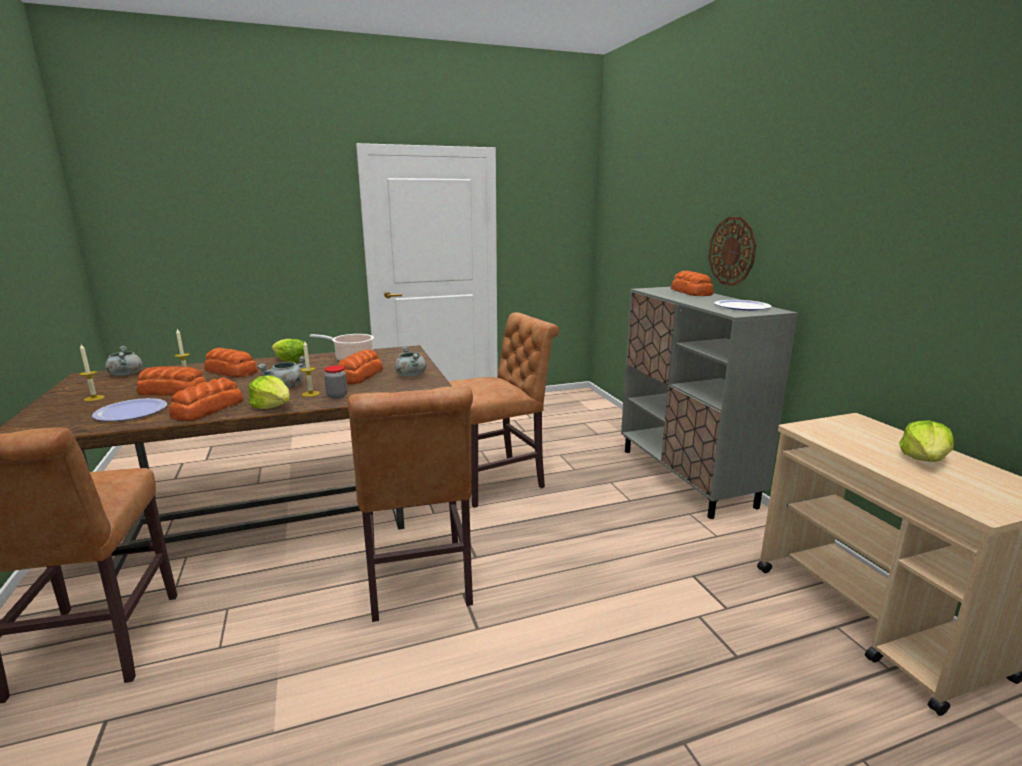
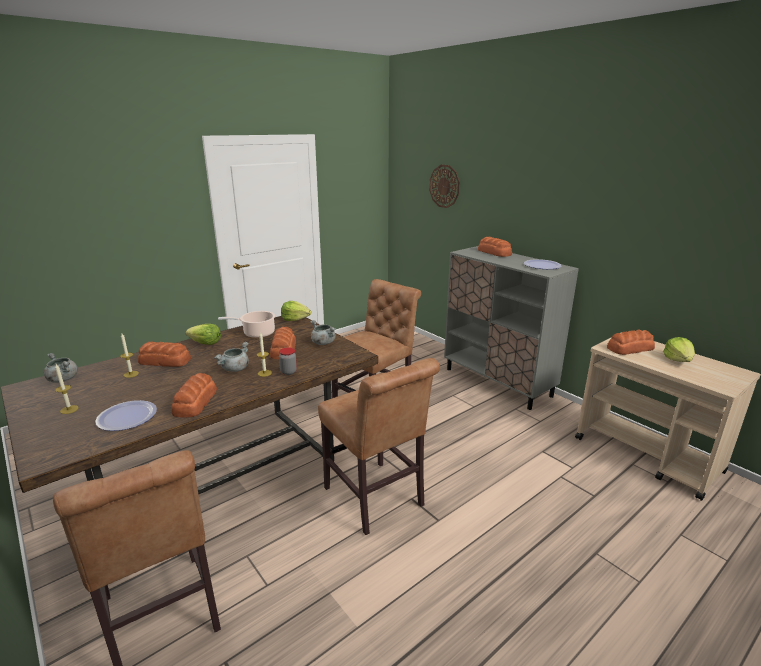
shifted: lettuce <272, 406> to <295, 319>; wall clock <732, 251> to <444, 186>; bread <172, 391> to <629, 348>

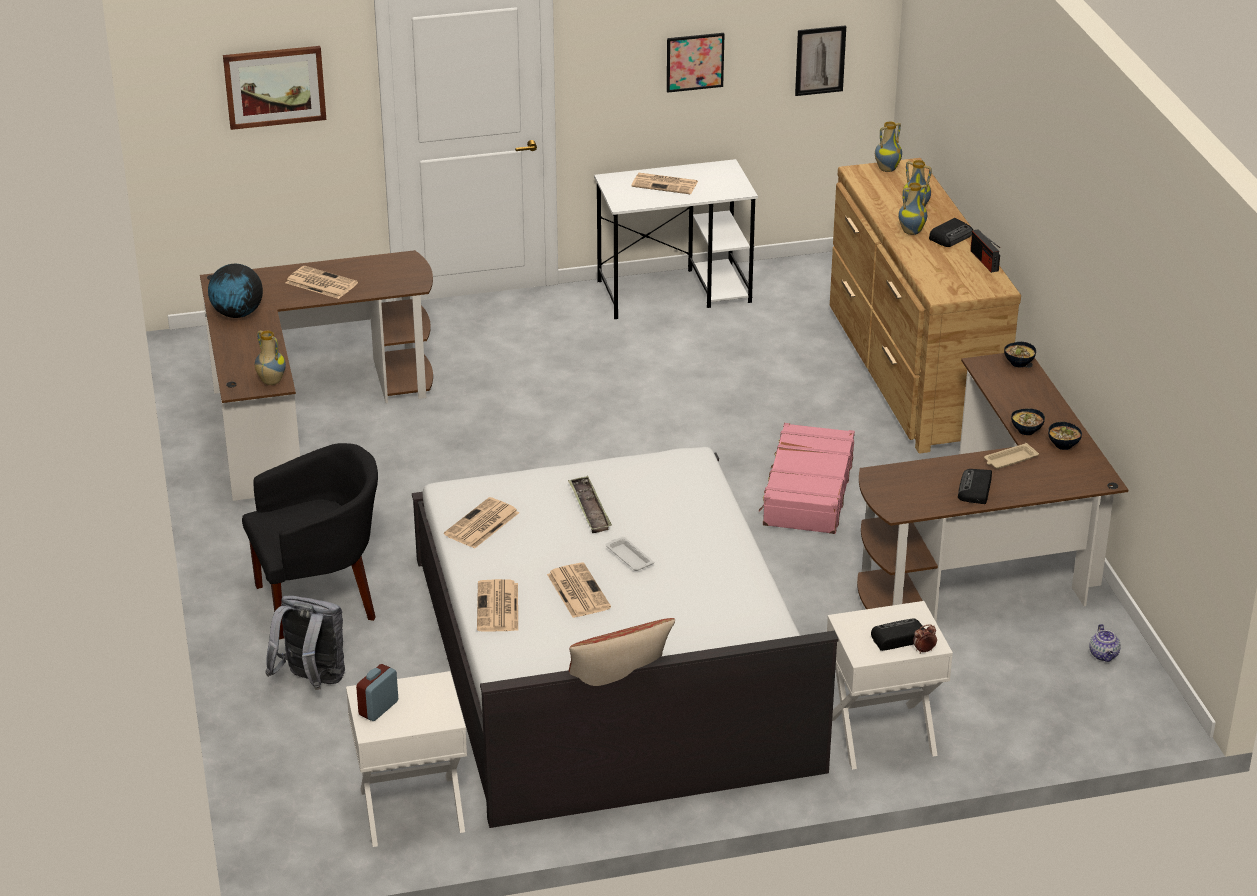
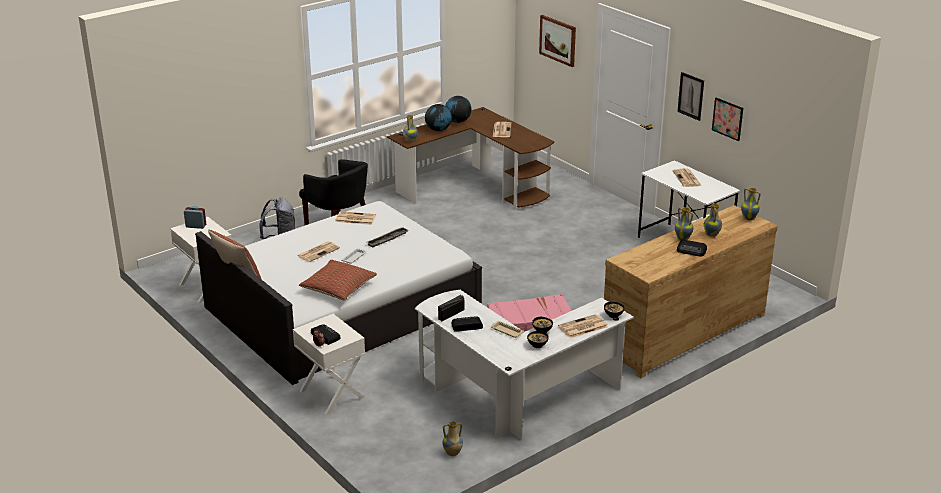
new: pillow <338, 288>; globe <438, 130>
shifted: radio <984, 261> to <451, 314>; newspaper <498, 608> to <582, 327>; picture <820, 60> to <691, 96>
swapped: teapot <1104, 655> to vase <452, 453>
repainted: brown desk <991, 561> to white desk <514, 397>

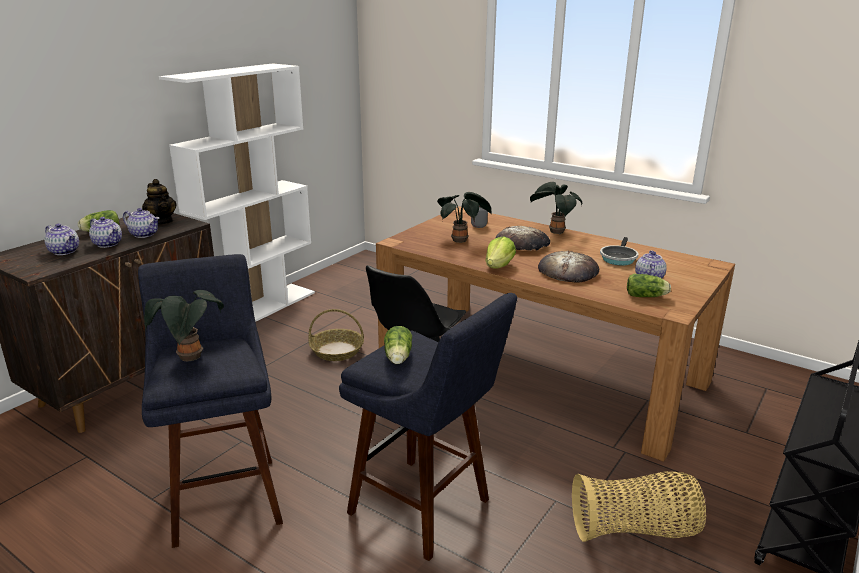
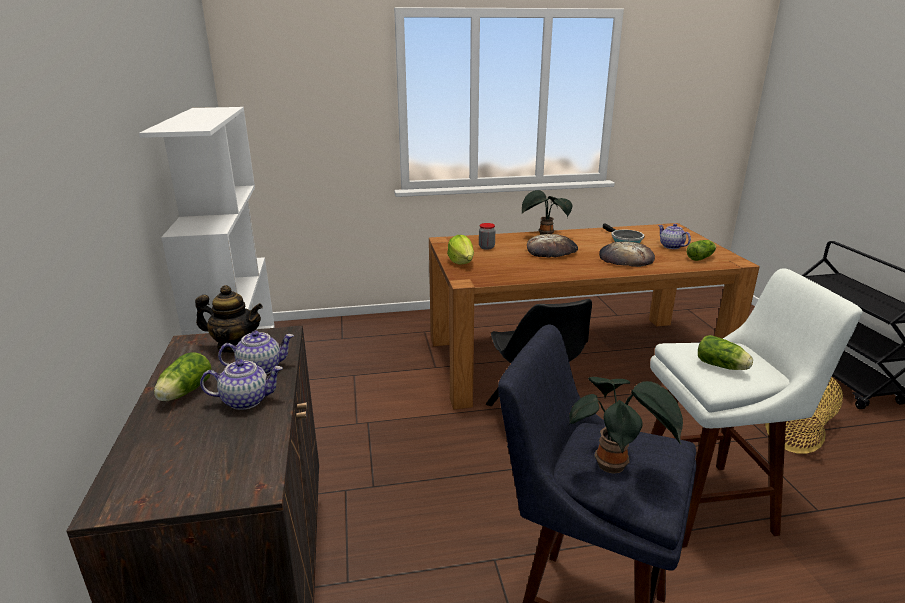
gone: teapot <65, 251>; basket <337, 351>; potted plant <461, 240>
shifted: lettuce <499, 266> to <461, 262>
repainted: blue stool <426, 510> to white stool <711, 502>

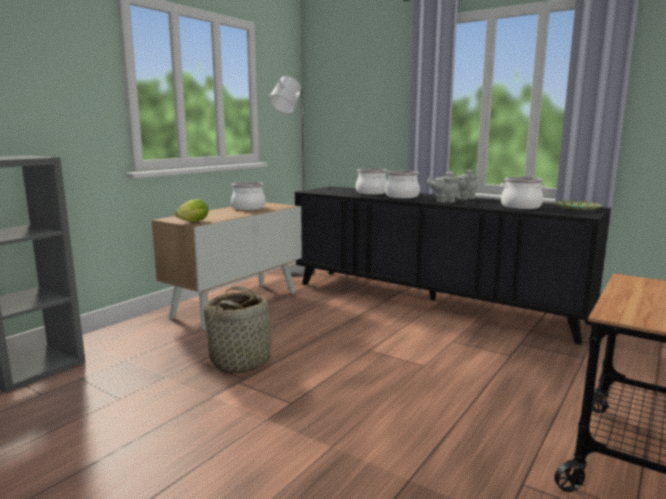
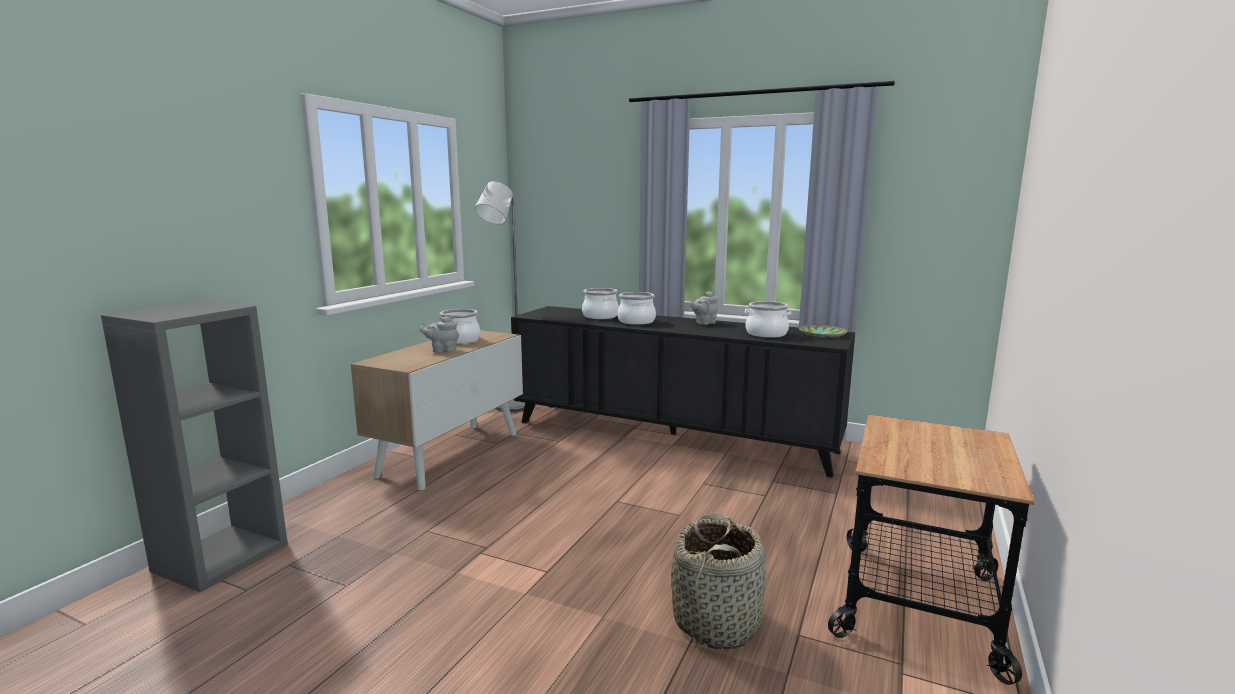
gone: lettuce <191, 222>
shifted: grey teapot <443, 201> to <442, 350>; basket <241, 361> to <717, 621>

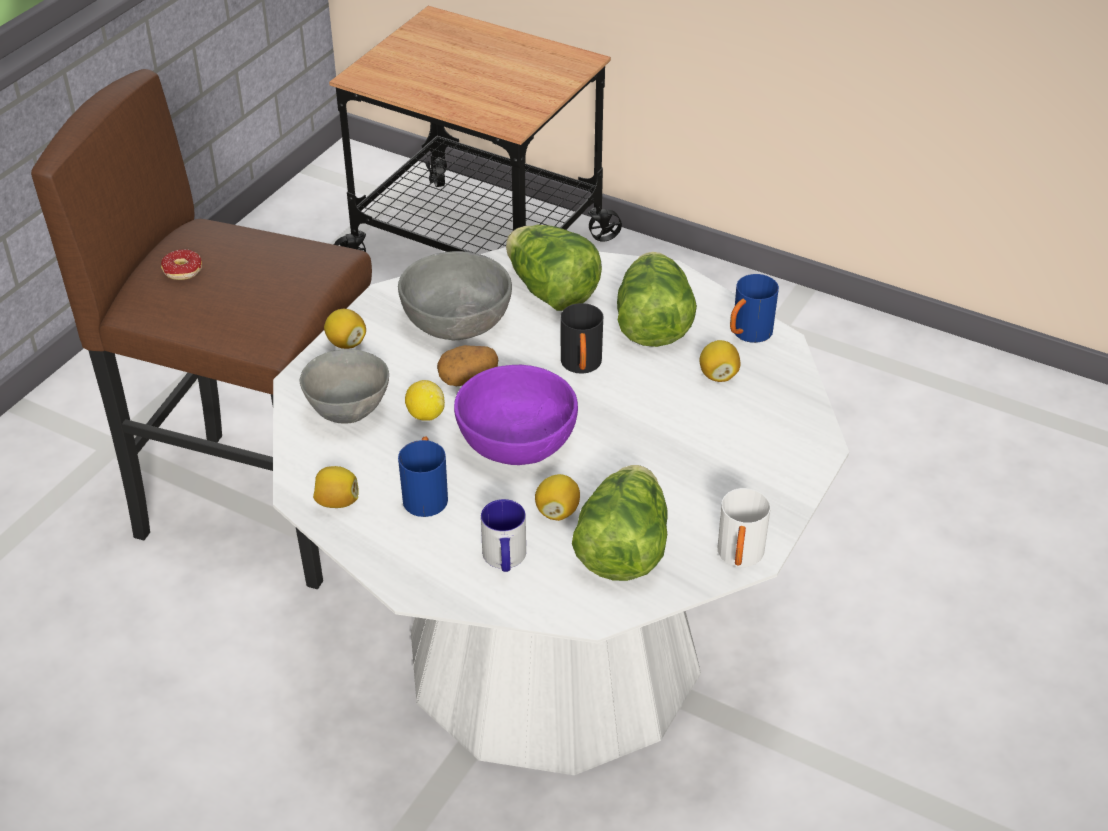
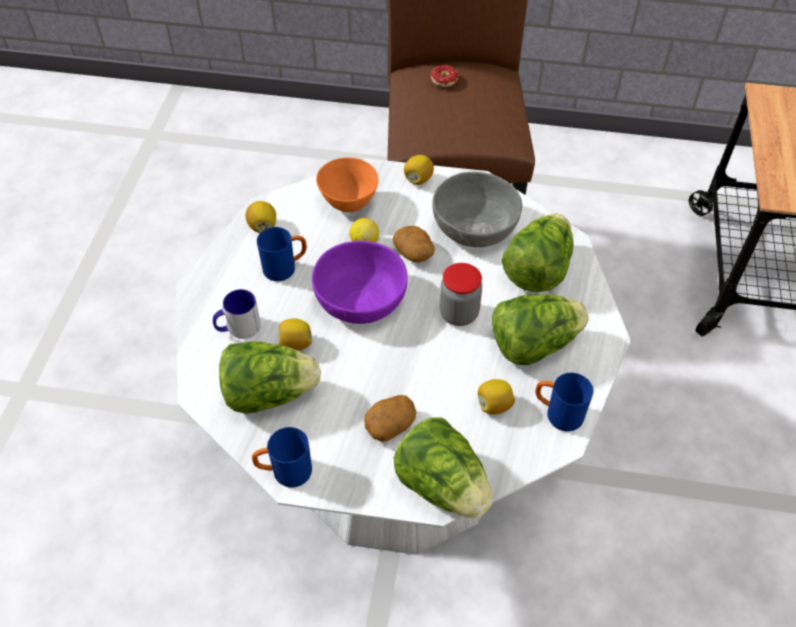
new: potato <390, 424>; lettuce <443, 485>
swapped: black mug <581, 367> to jar <459, 314>
repainted: white mug <739, 558> to blue mug <284, 472>; grey bowl <349, 412> to orange bowl <349, 204>

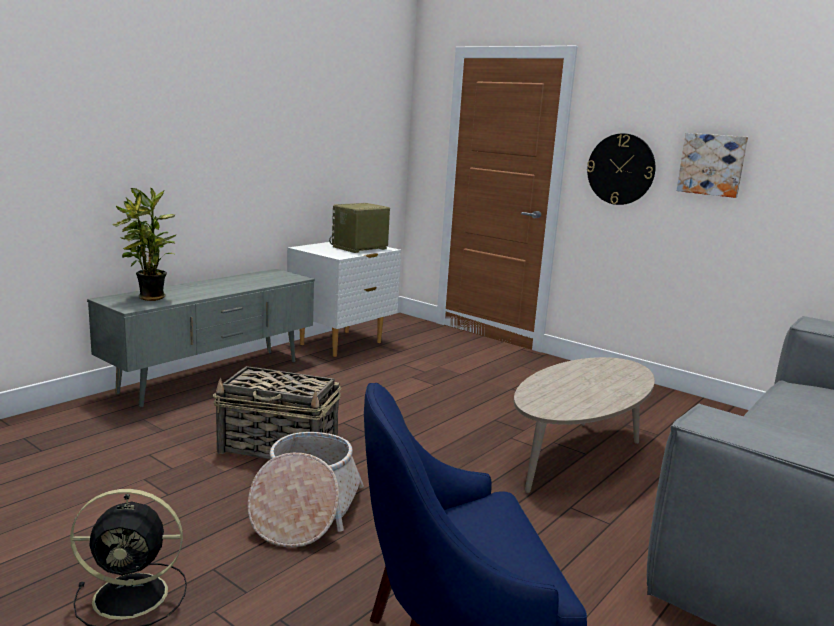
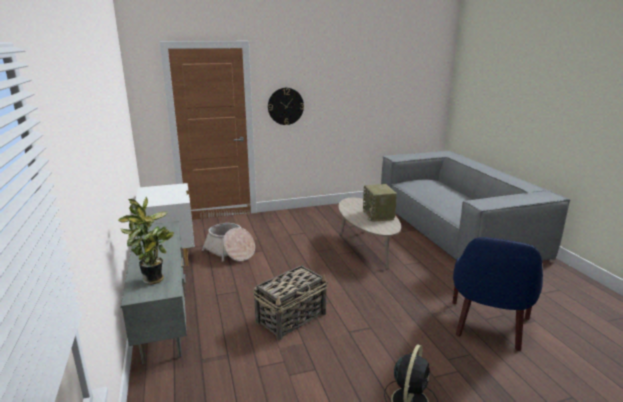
gone: picture <712, 164>
shifted: basket <304, 511> to <230, 252>; radio <359, 248> to <379, 215>

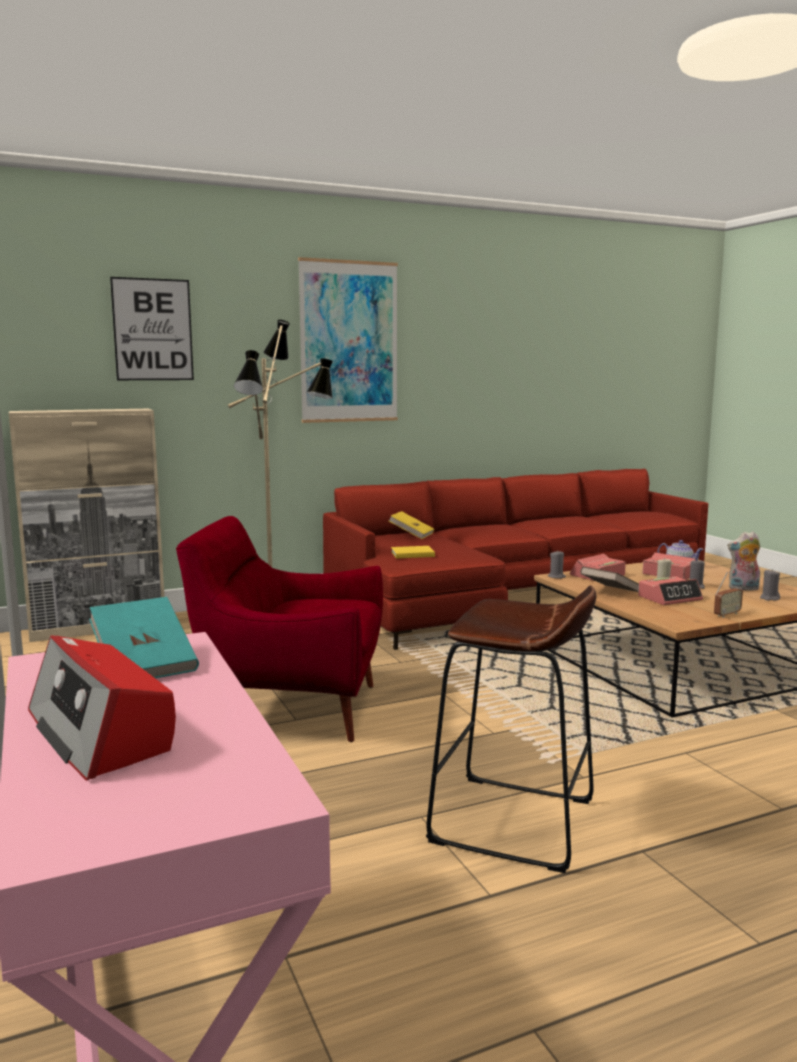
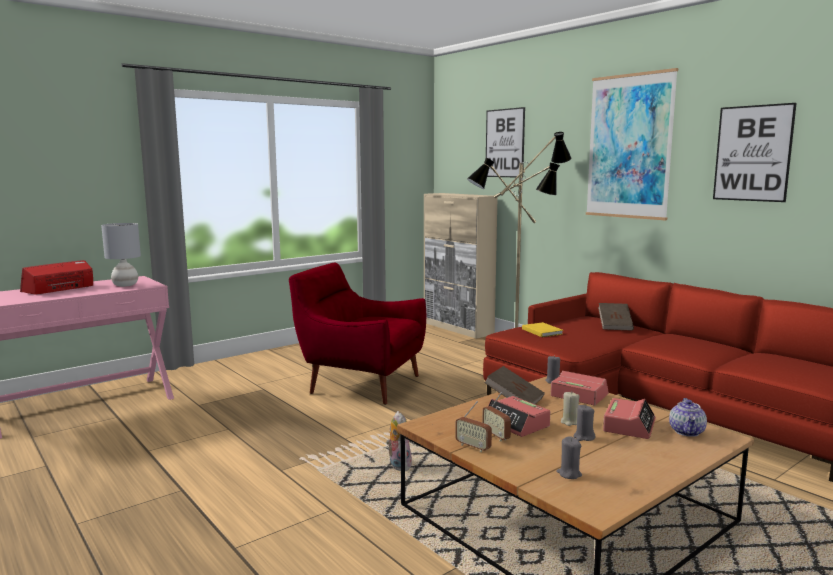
gone: brown stool <513, 822>
new: radio <496, 436>; picture <752, 153>
shifted: plush toy <743, 589> to <398, 465>
swapped: turquoise book <145, 665> to grey table lamp <125, 285>
repainted: yellow book <411, 535> to brown book <615, 326>
rotated: red armchair <290, 709> = <360, 384> 60 degrees counterclockwise

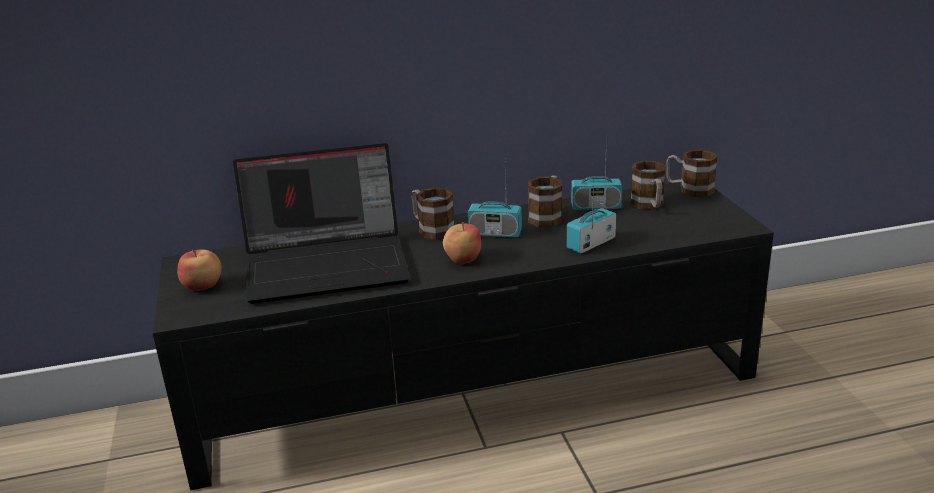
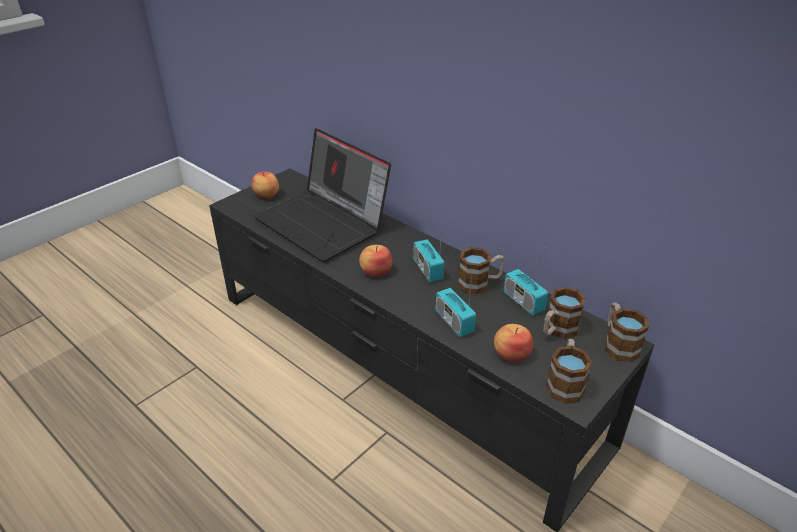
new: apple <511, 354>
shifted: mug <431, 229> to <565, 383>
rotated: radio <591, 243> = <454, 322> 135 degrees counterclockwise

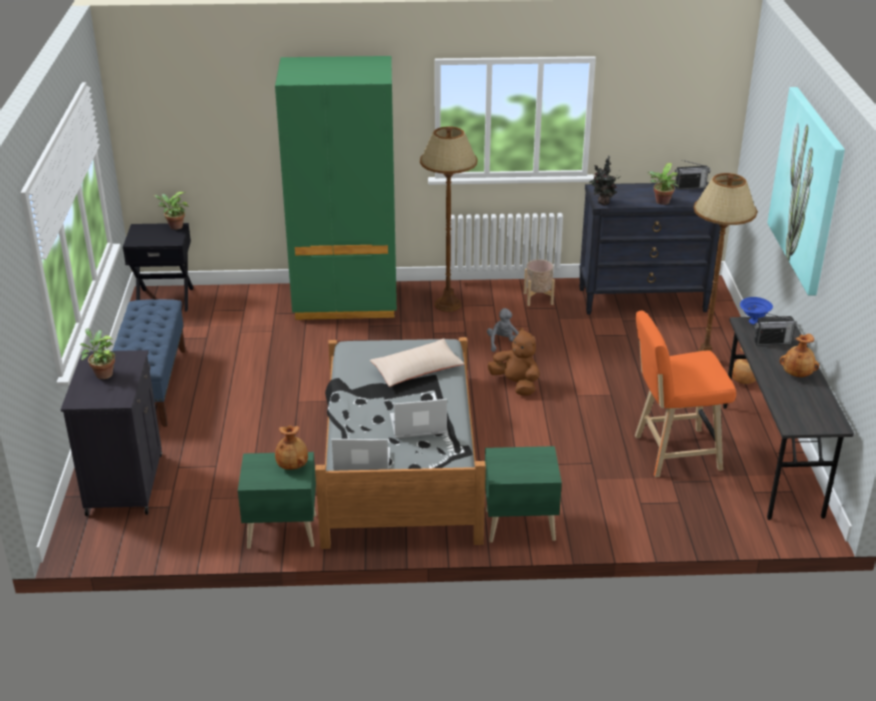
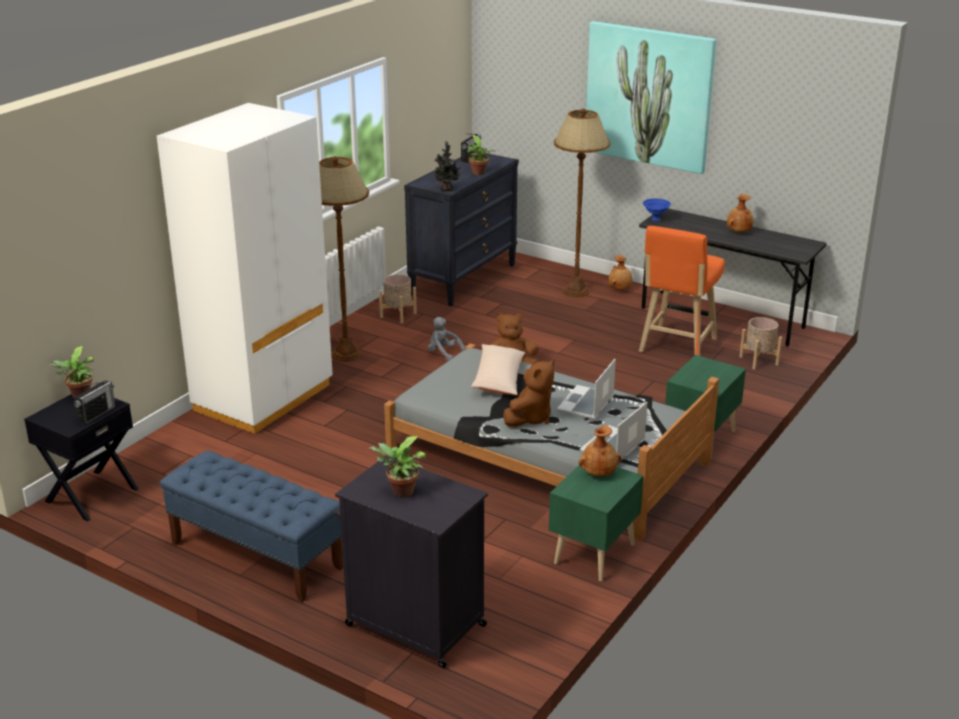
new: brown plush toy <530, 418>; beige planter <758, 360>
shifted: radio <772, 342> to <96, 414>
repainted: green wardrobe <345, 301> to white wardrobe <263, 398>

